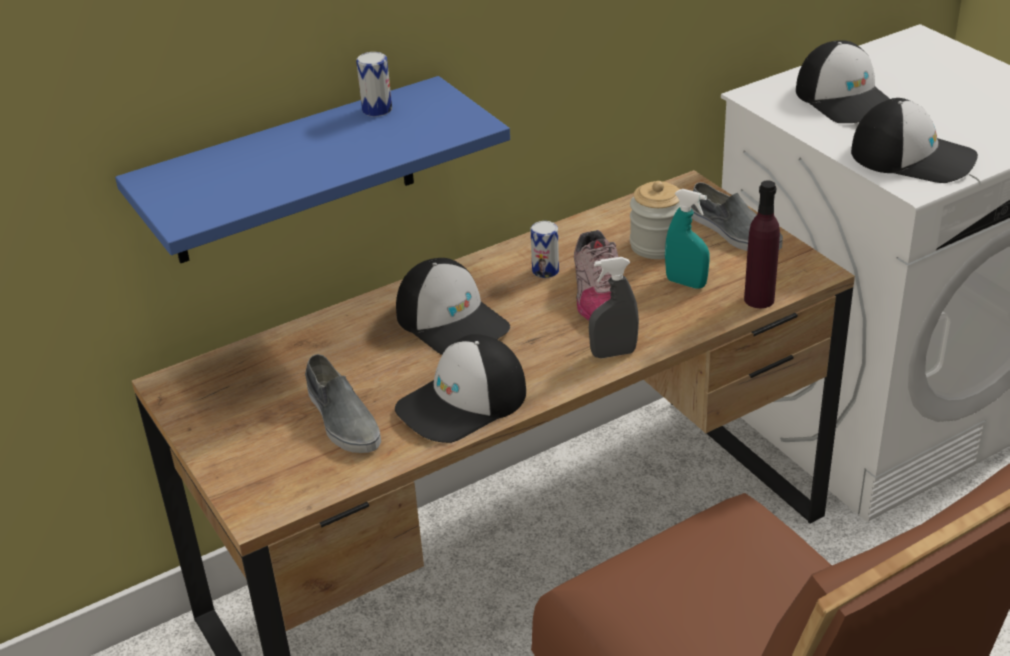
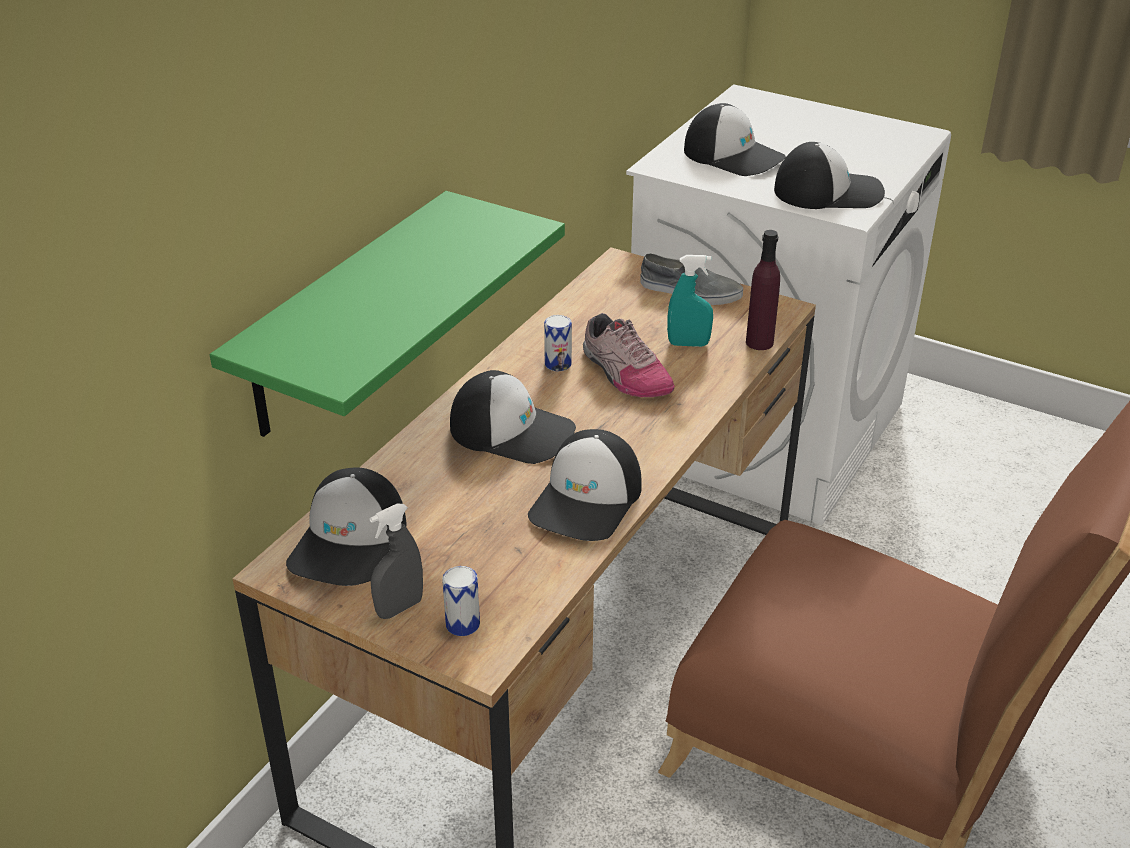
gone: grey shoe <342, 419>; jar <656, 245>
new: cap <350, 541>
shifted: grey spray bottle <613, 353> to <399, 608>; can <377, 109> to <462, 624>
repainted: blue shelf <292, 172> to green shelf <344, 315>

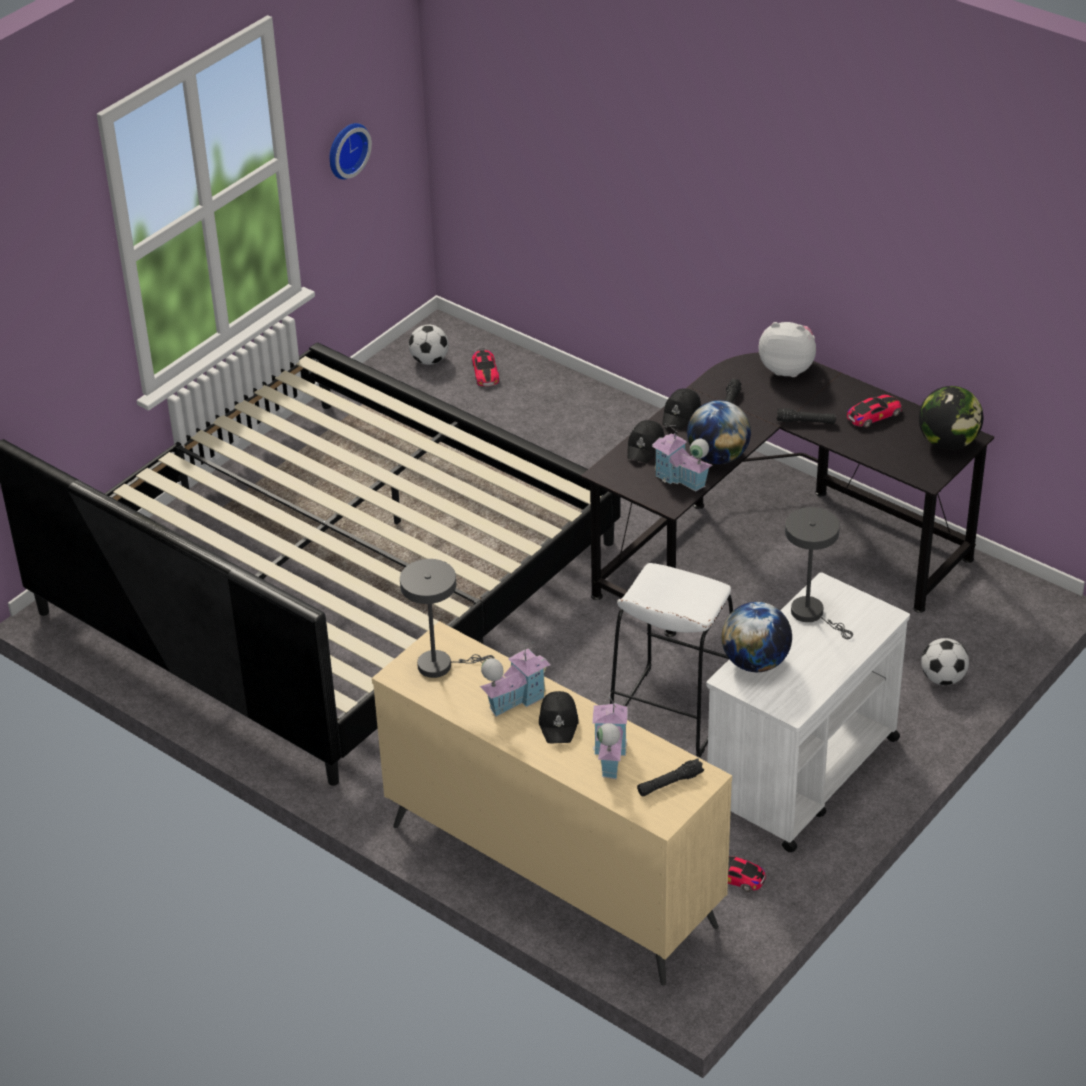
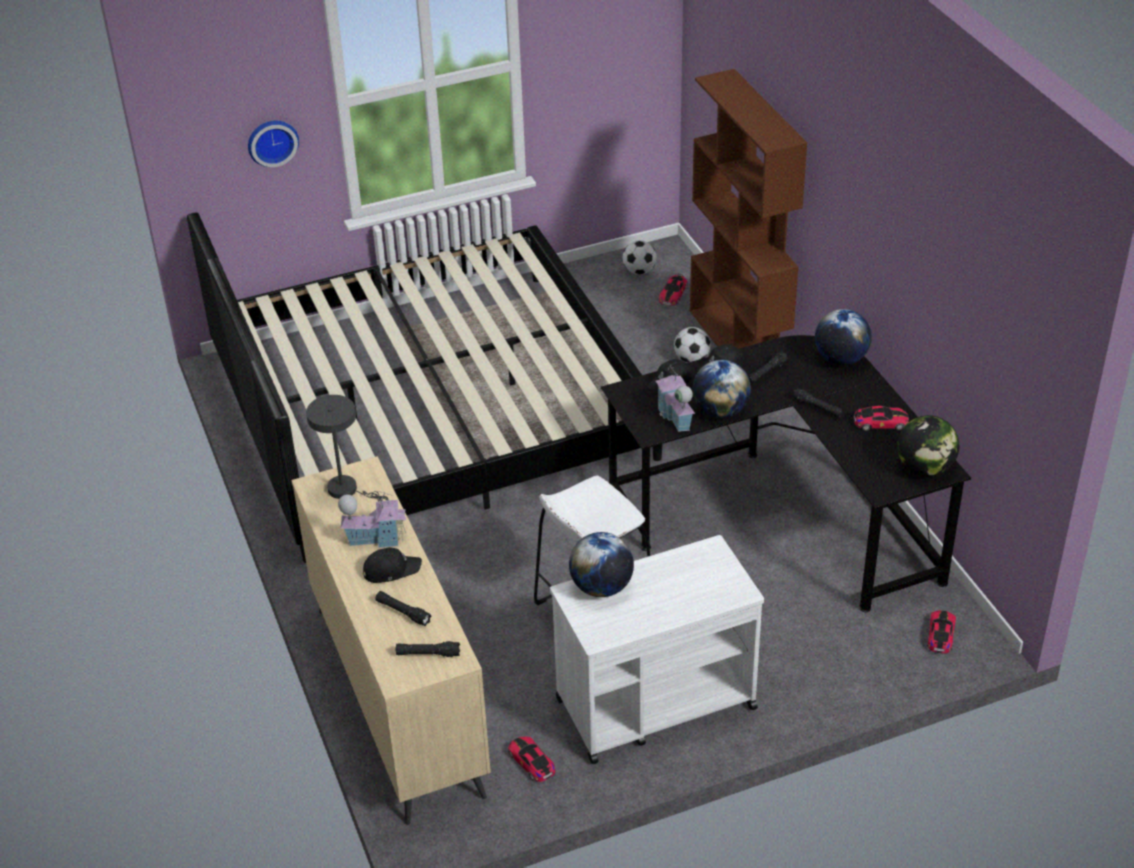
gone: grey table lamp <812, 614>
new: brown bookcase <739, 345>; toy car <940, 635>
shifted: wall clock <345, 149> to <272, 141>; football <943, 678> to <691, 359>
swapped: toy house <609, 756> to black flashlight <403, 612>; plush toy <787, 368> to globe <841, 359>
rotated: black cap <559, 722> = <391, 570> 135 degrees counterclockwise

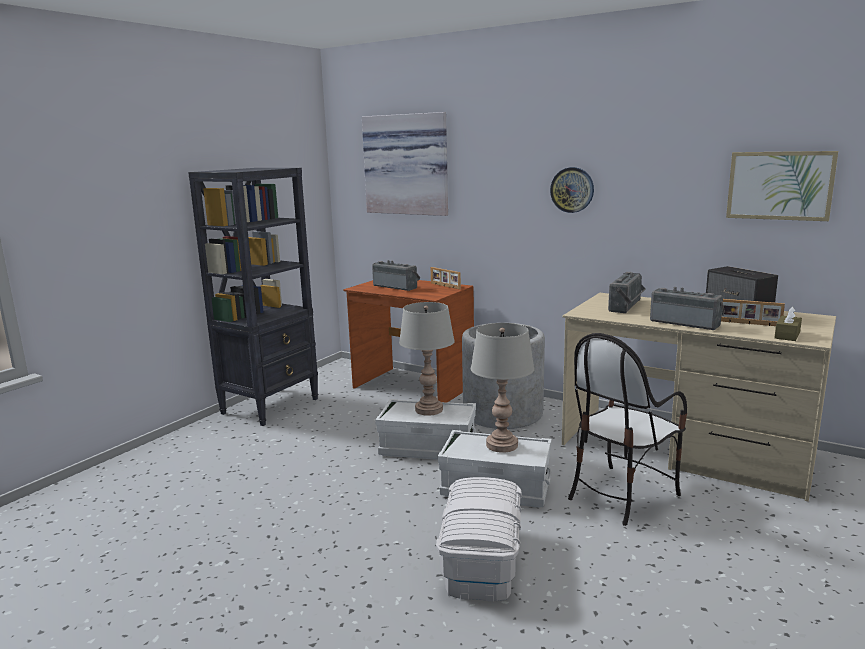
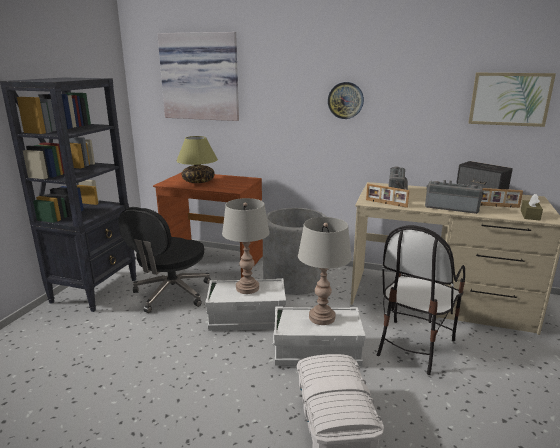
new: black office chair <171, 294>
shifted: picture frame <445, 286> to <386, 203>
swapped: radio <396, 287> to table lamp <198, 181>

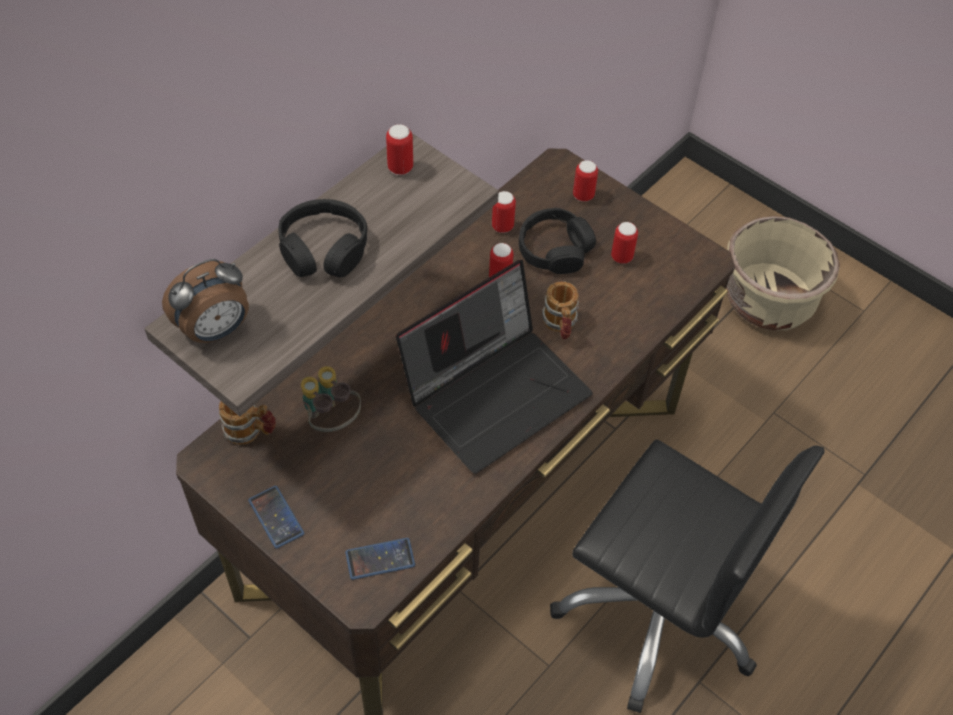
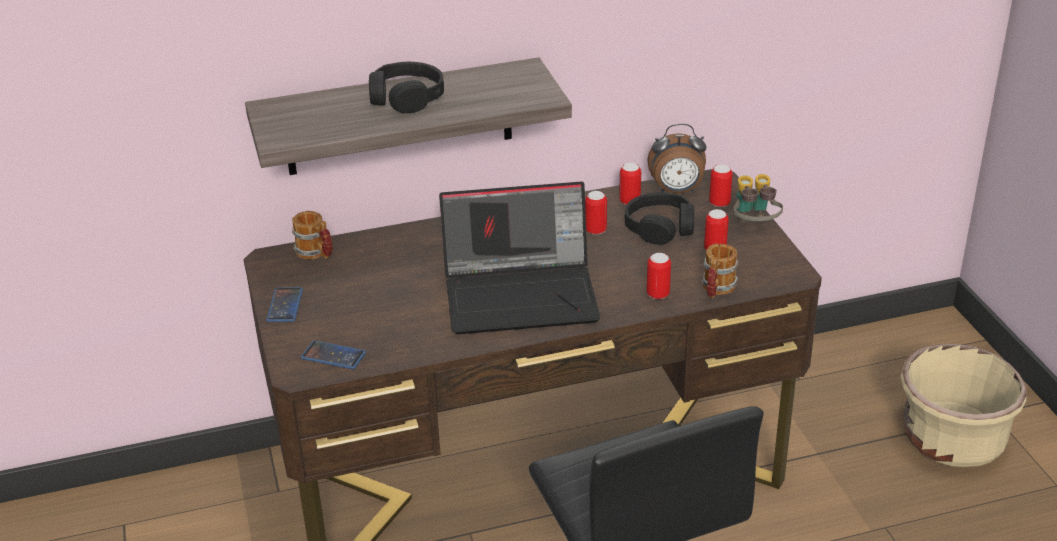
shifted: alarm clock <216, 330> to <676, 191>; can <400, 168> to <658, 294>; mug <560, 325> to <716, 289>; binoculars <331, 420> to <754, 227>

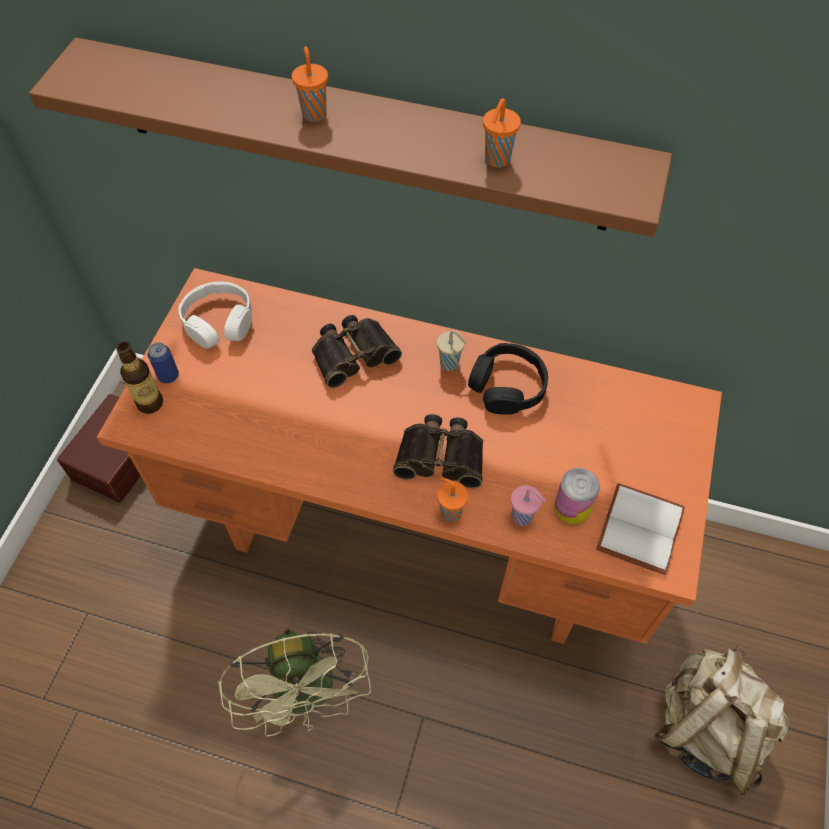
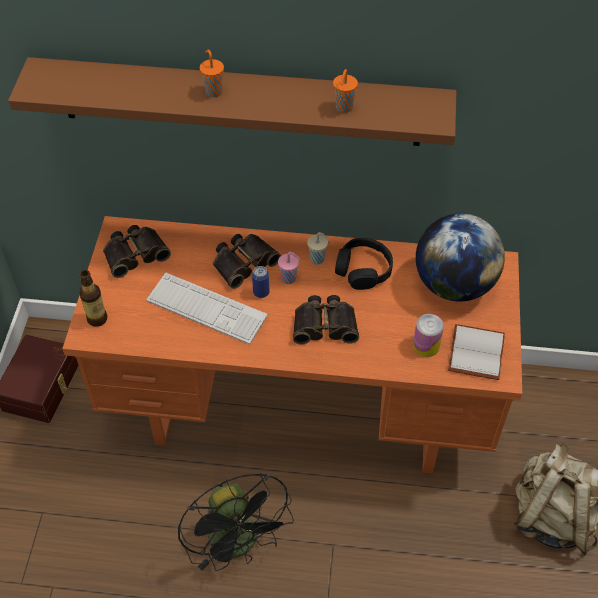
gone: orange cup <450, 512>
new: keyboard <206, 309>; globe <453, 284>
shifted: can <168, 376> to <261, 292>; pink cup <523, 517> to <289, 279>
swapped: white headphones <219, 322> to binoculars <135, 253>
repainted: green fan <308, 696> to black fan <239, 544>

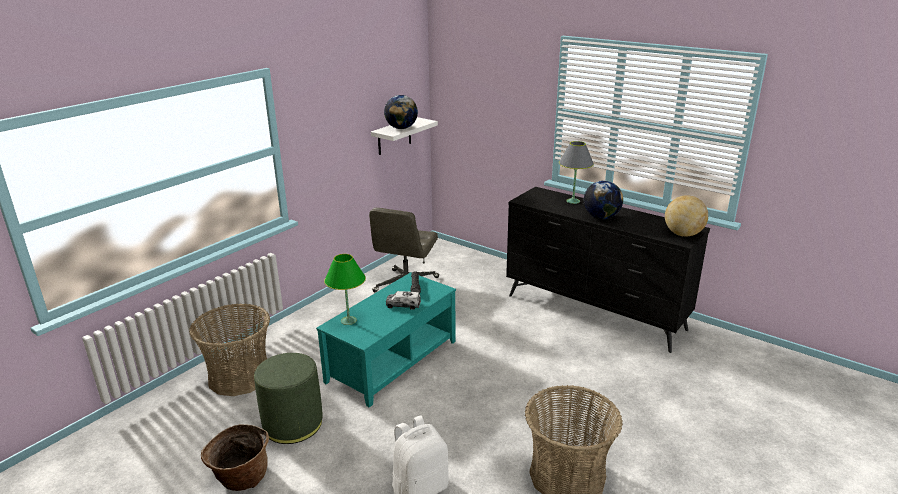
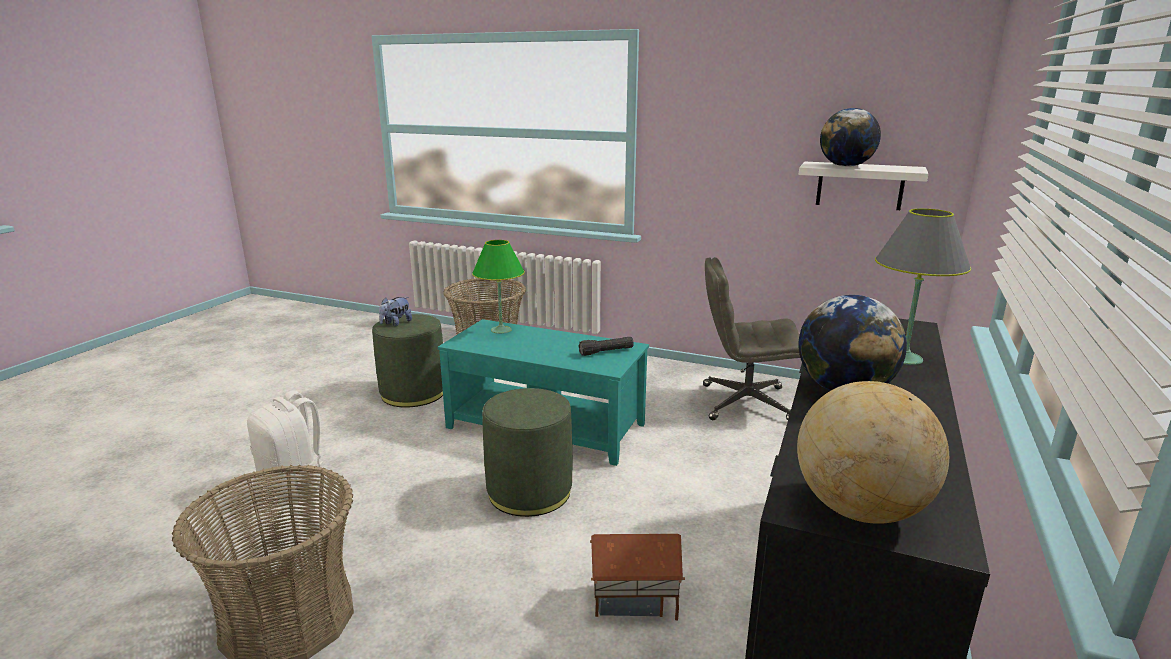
gone: basket <241, 478>; toy truck <403, 305>
new: plush toy <396, 323>; green ottoman <529, 491>; toy house <634, 602>

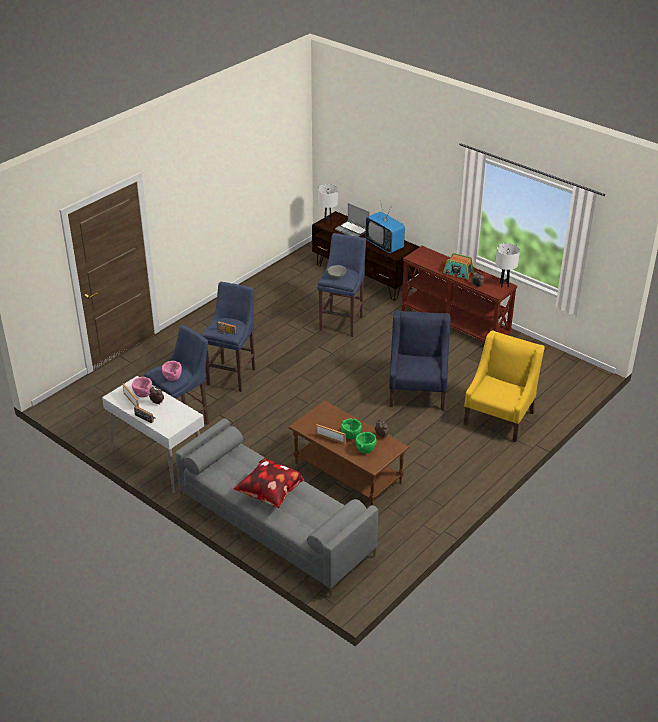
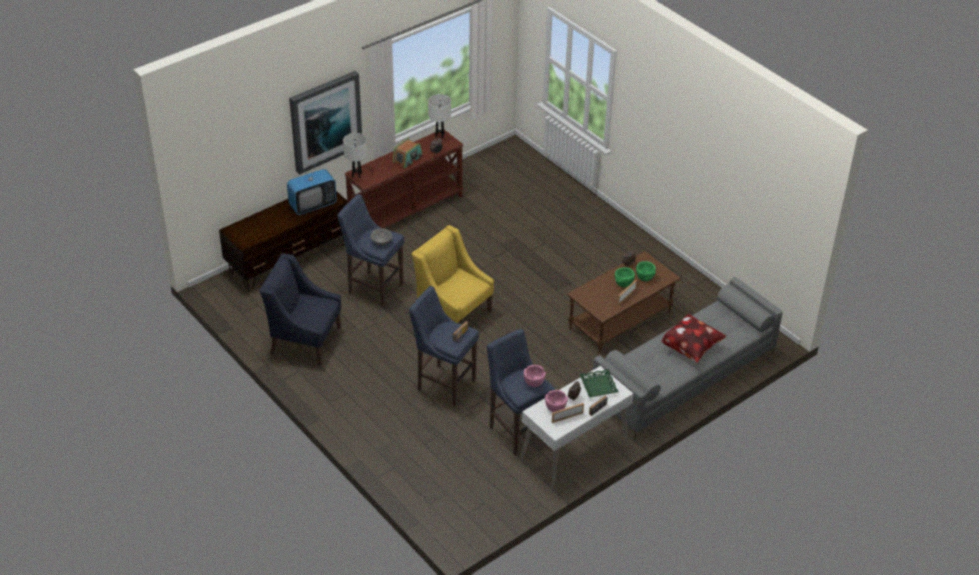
gone: laptop <352, 230>
new: picture <325, 121>; green tray <598, 386>
shifted: blue armchair <417, 392> to <305, 340>; white table lamp <328, 222> to <356, 175>; yellow armchair <499, 418> to <453, 313>

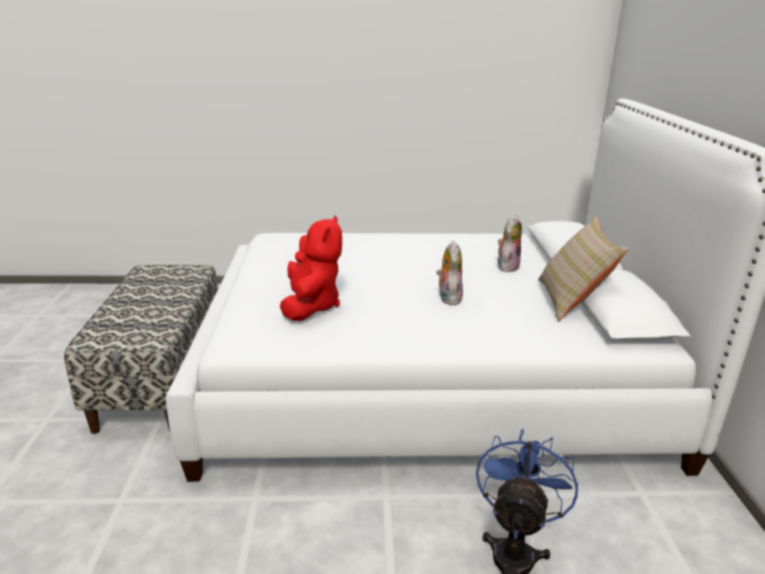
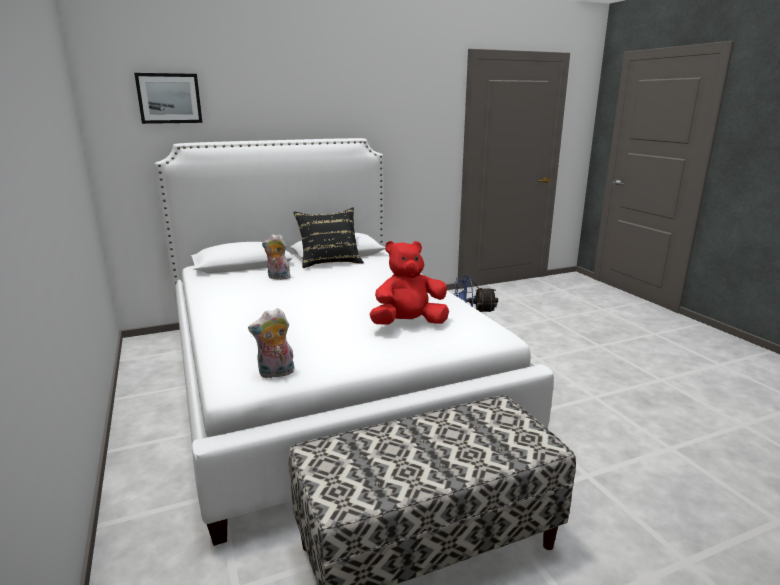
new: picture <169, 98>
shifted: plush toy <448, 298> to <276, 373>
repainted: beige pillow <572, 301> to black pillow <330, 262>

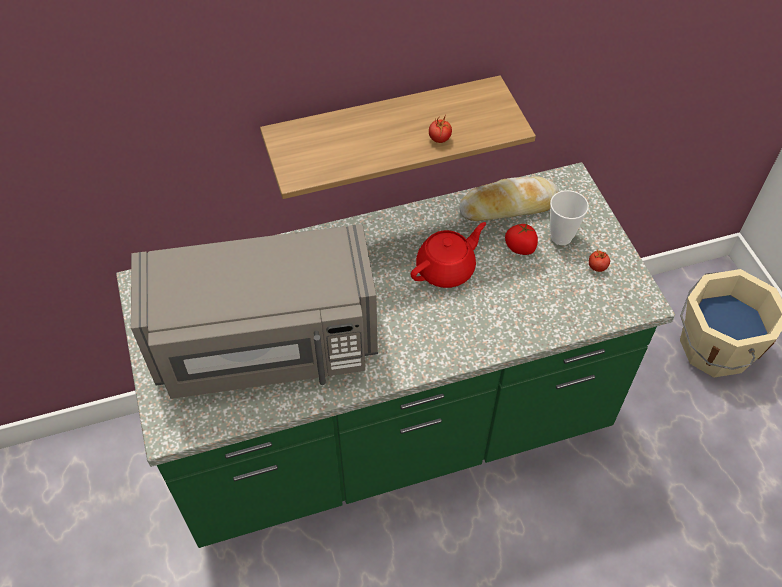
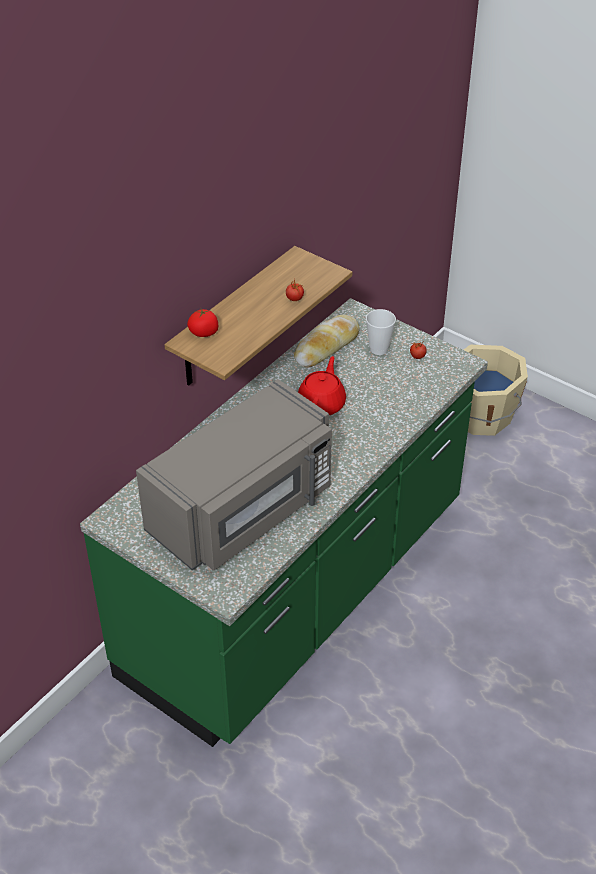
shifted: tomato <520, 247> to <204, 332>

